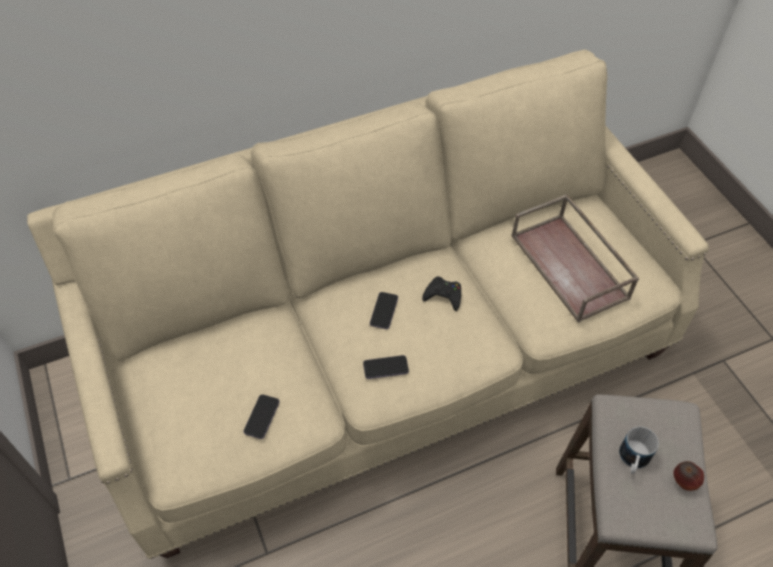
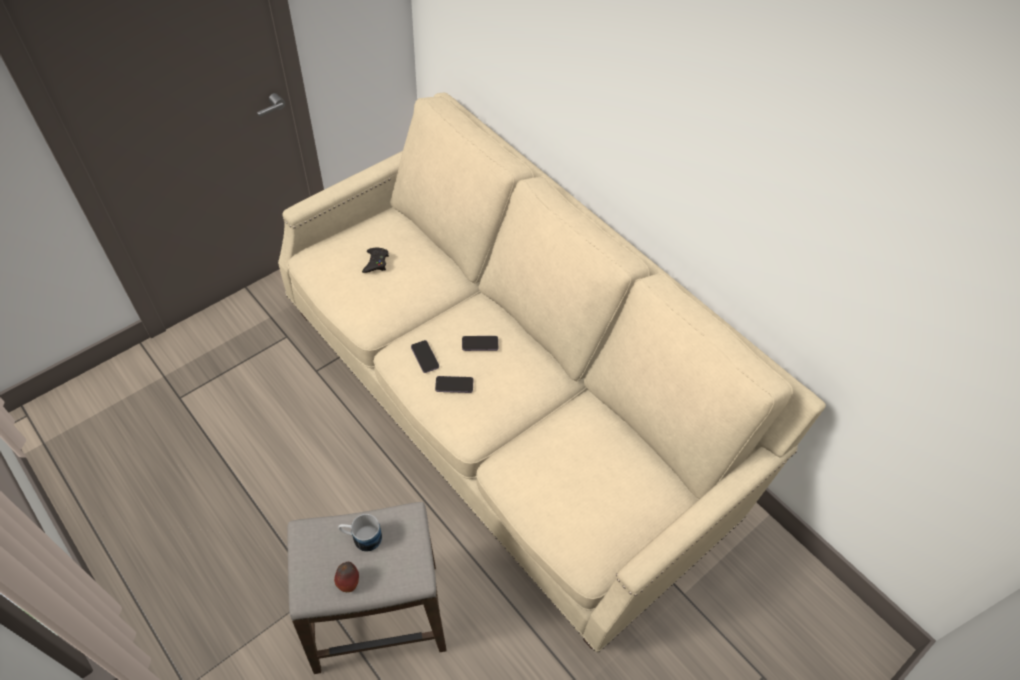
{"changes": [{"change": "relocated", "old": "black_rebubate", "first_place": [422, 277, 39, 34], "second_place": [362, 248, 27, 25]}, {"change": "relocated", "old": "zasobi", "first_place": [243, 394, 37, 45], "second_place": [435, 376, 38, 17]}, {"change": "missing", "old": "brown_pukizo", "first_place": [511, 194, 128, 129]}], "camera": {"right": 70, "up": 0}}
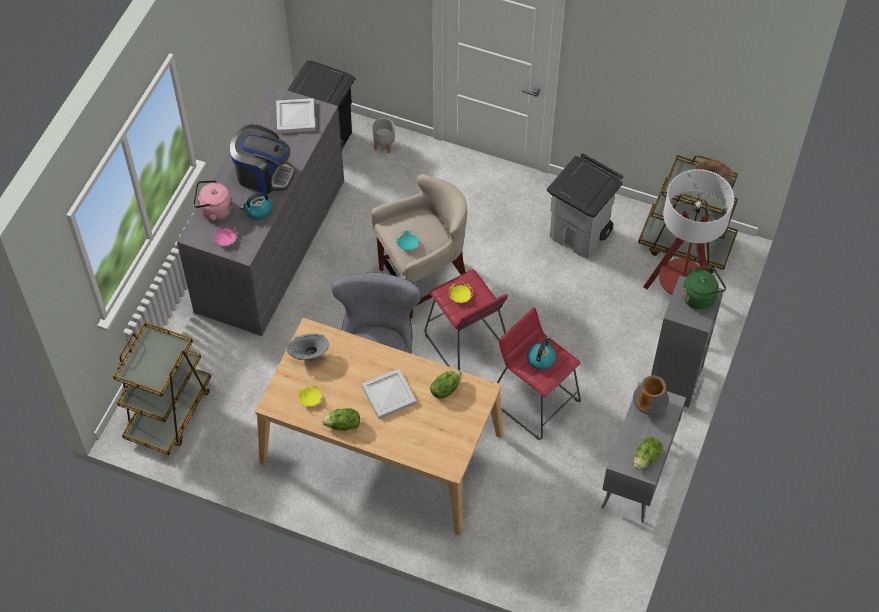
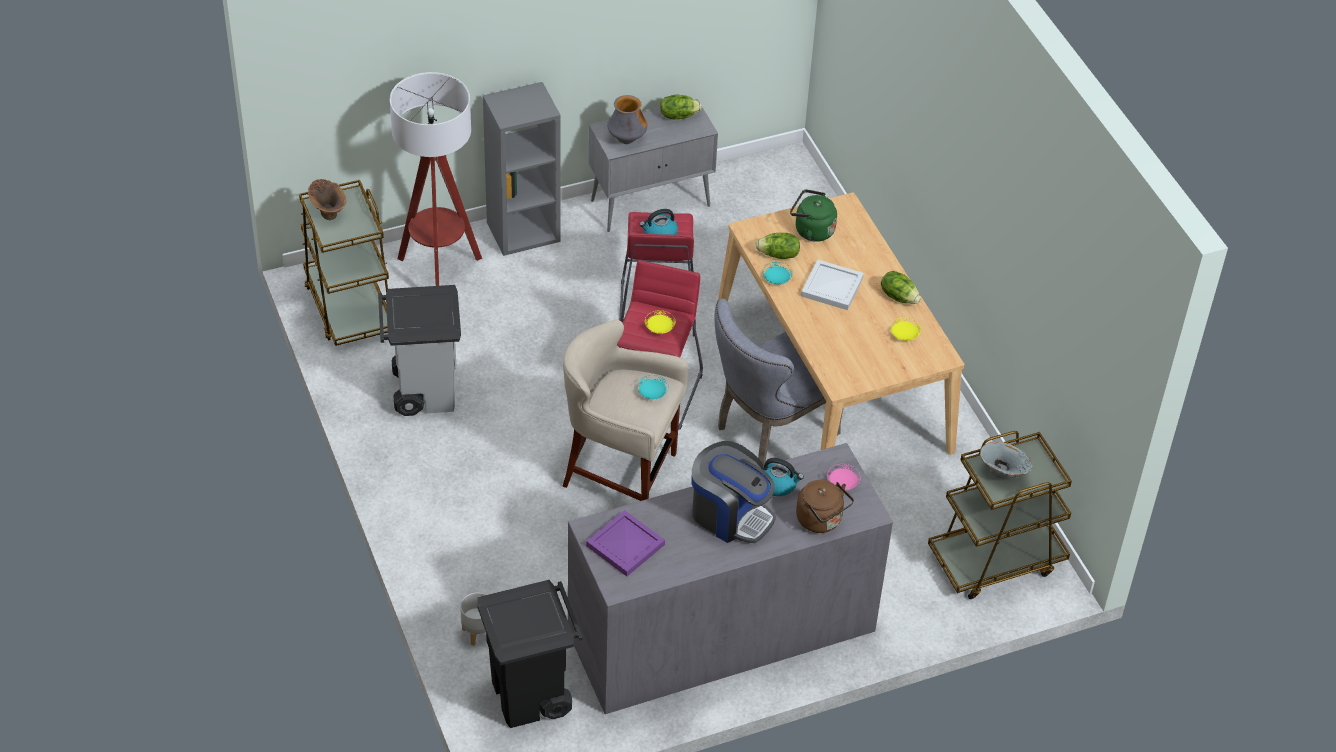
{"changes": [{"change": "colour", "old": "white_pukizo", "new": "purple_pukizo", "first_place": [276, 98, 39, 35], "second_place": [586, 510, 79, 66]}, {"change": "spun", "old": "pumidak", "first_place": [230, 125, 65, 70], "second_place": [692, 441, 84, 102], "degrees": 150}, {"change": "appeared", "new": "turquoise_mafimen", "second_place": [762, 262, 31, 23]}, {"change": "relocated", "old": "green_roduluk", "first_place": [682, 264, 44, 46], "second_place": [790, 189, 47, 53]}, {"change": "colour", "old": "pink_roduluk", "new": "brown_roduluk", "first_place": [193, 180, 40, 41], "second_place": [796, 480, 58, 53]}, {"change": "relocated", "old": "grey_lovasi", "first_place": [287, 333, 42, 29], "second_place": [980, 442, 52, 37]}], "camera": {"right": -135, "up": -10}}
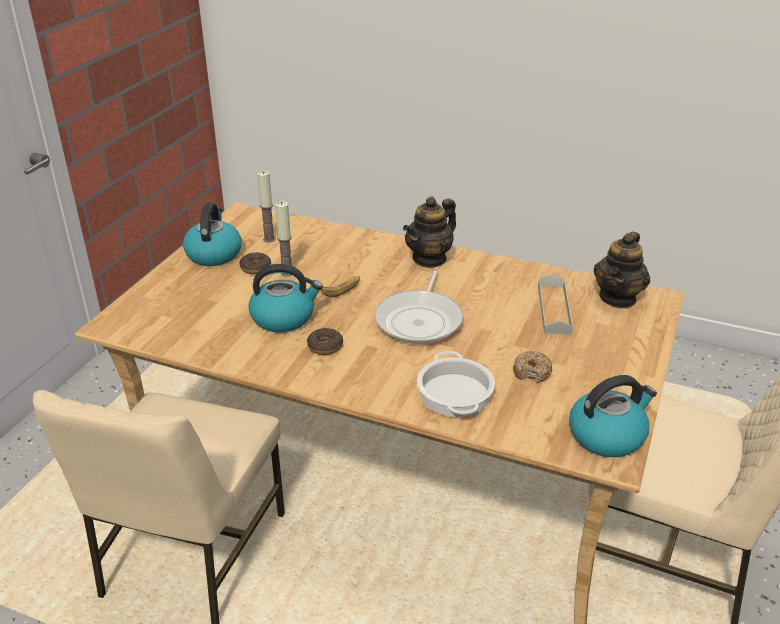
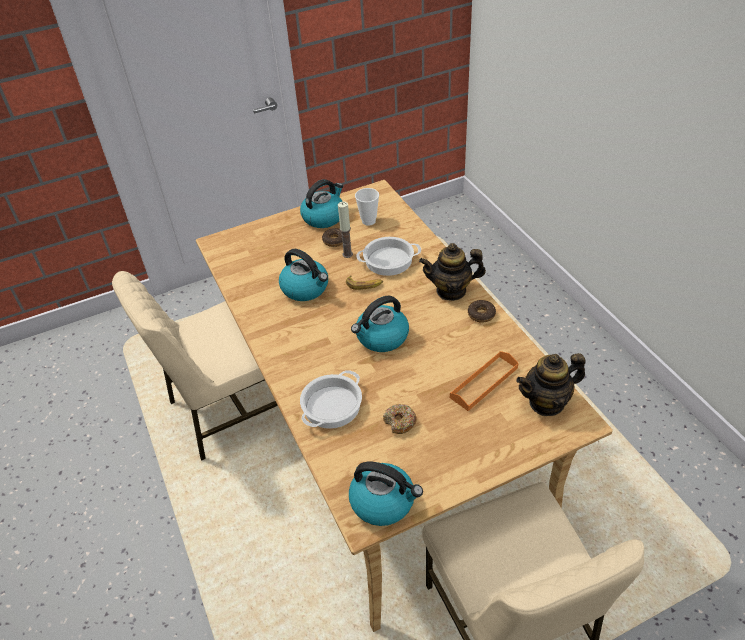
{"changes": [{"change": "exchanged", "old": "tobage", "new": "roduluk", "first_place": [374, 268, 89, 76], "second_place": [351, 296, 58, 56]}, {"change": "exchanged", "old": "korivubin", "new": "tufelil", "first_place": [257, 171, 19, 72], "second_place": [355, 188, 24, 38]}, {"change": "appeared", "new": "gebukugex", "second_place": [356, 237, 65, 39]}, {"change": "colour", "old": "grey_pukizo", "new": "orange_pukizo", "first_place": [538, 274, 35, 61], "second_place": [450, 351, 68, 60]}, {"change": "relocated", "old": "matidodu", "first_place": [307, 328, 36, 27], "second_place": [468, 300, 28, 23]}], "camera": {"right": 45, "up": 10}}
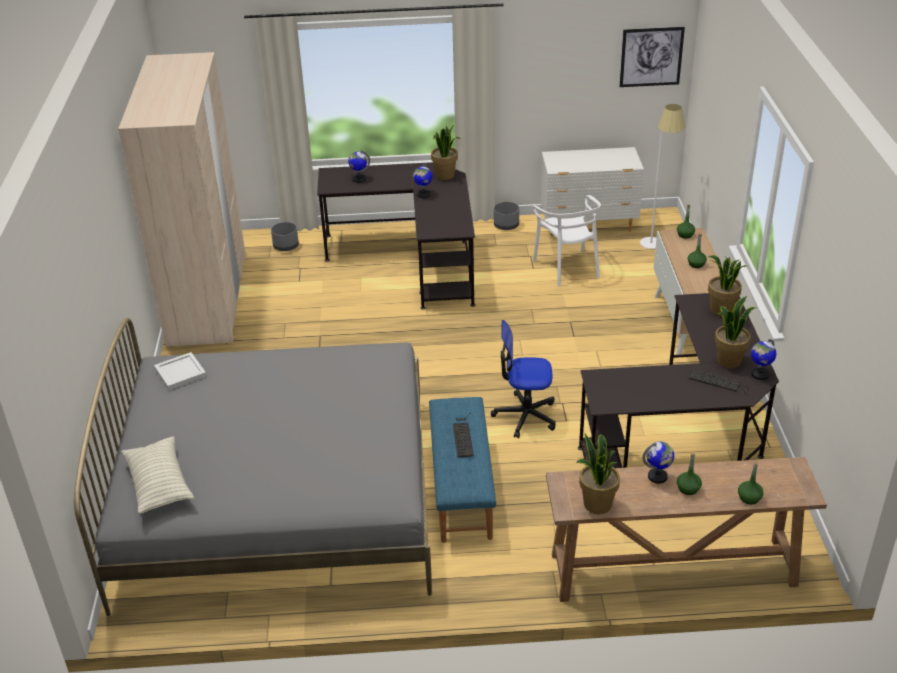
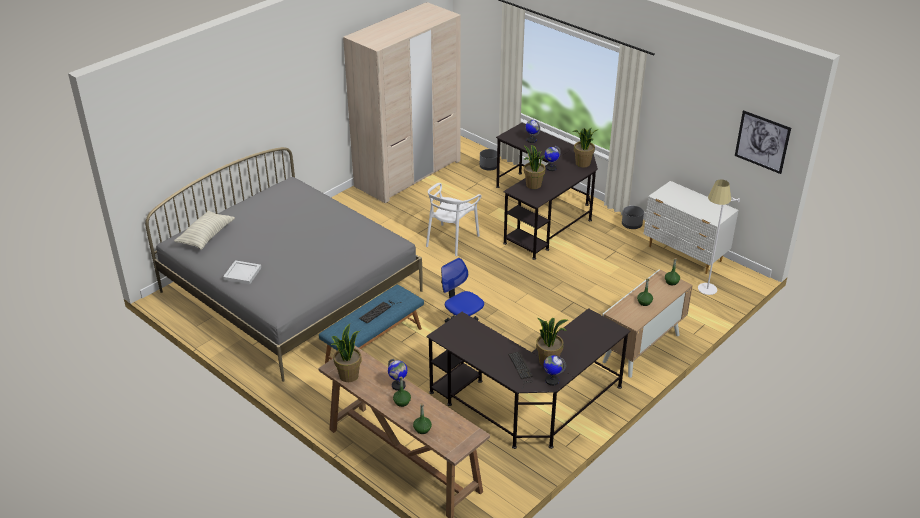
{"changes": [{"change": "relocated", "old": "white_pukizo", "first_place": [154, 352, 53, 38], "second_place": [223, 260, 38, 24]}, {"change": "relocated", "old": "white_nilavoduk", "first_place": [532, 195, 69, 92], "second_place": [426, 183, 56, 73]}, {"change": "relocated", "old": "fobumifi", "first_place": [708, 255, 39, 62], "second_place": [524, 145, 21, 44]}], "camera": {"right": 45, "up": 0}}
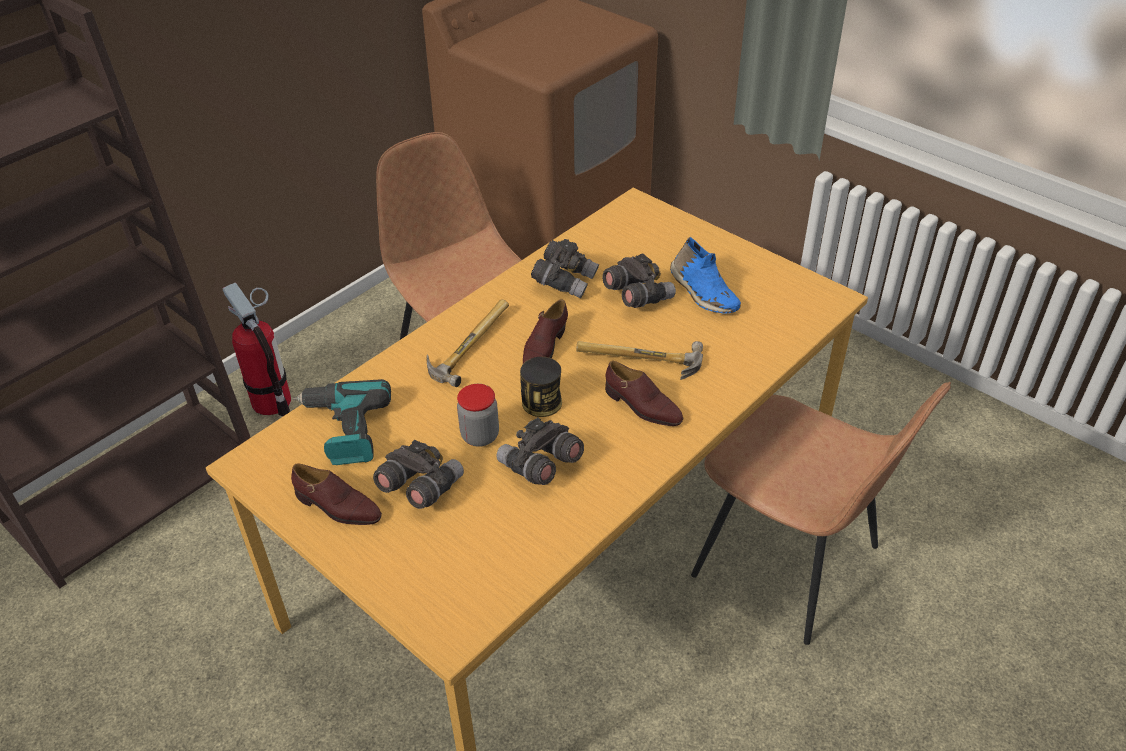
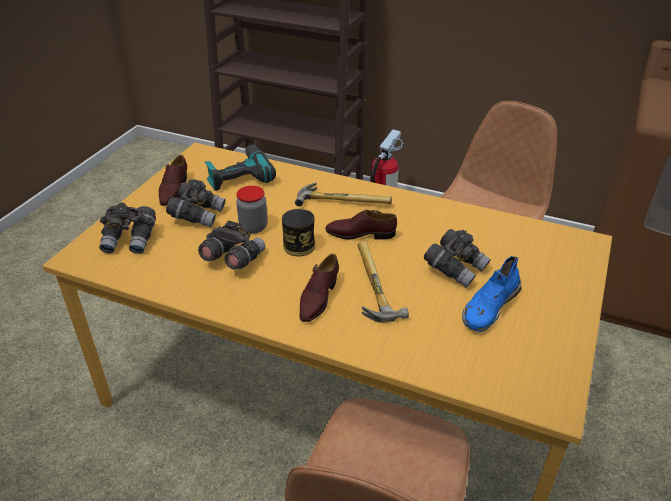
{"changes": [{"change": "relocated", "old": "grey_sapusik", "first_place": [531, 239, 68, 60], "second_place": [99, 203, 57, 51]}], "camera": {"right": 70, "up": -5}}
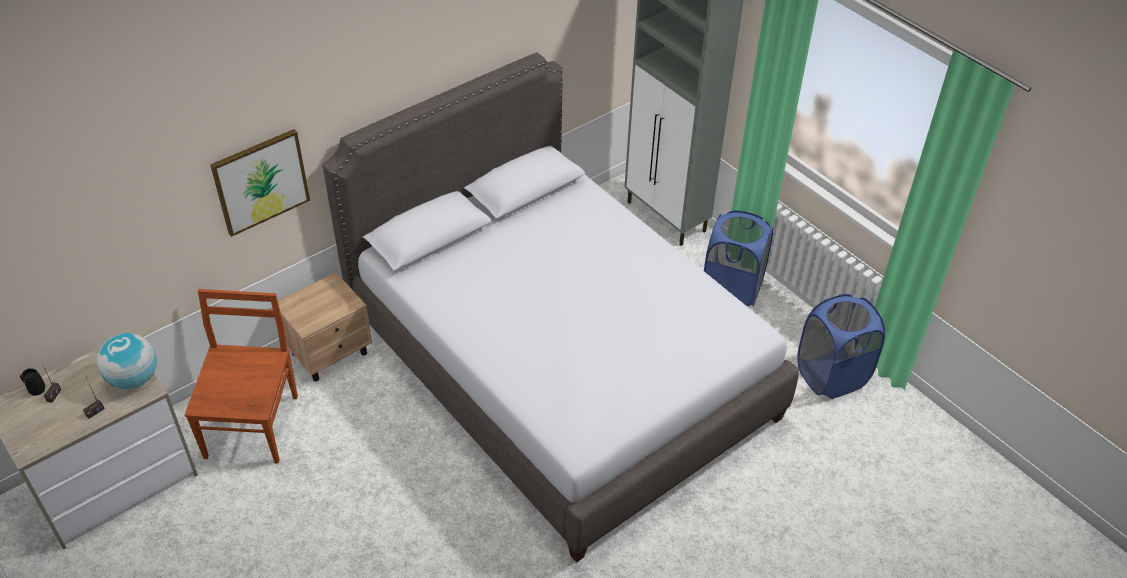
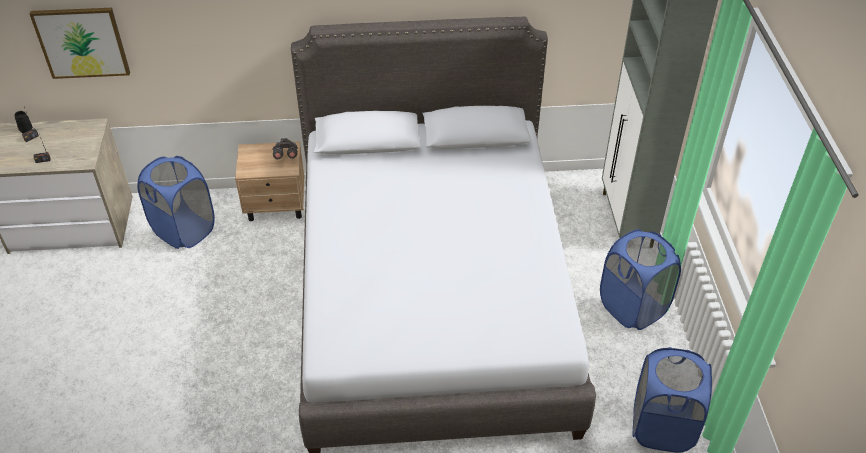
{"changes": [{"change": "relocated", "old": "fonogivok", "first_place": [210, 129, 100, 108], "second_place": [29, 8, 101, 71]}, {"change": "exchanged", "old": "brown_nilavoduk", "new": "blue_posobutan", "first_place": [184, 289, 114, 175], "second_place": [137, 156, 78, 93]}, {"change": "appeared", "new": "grey_sapusik", "second_place": [272, 138, 26, 22]}, {"change": "missing", "old": "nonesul", "first_place": [97, 333, 60, 56]}], "camera": {"right": 35, "up": 0}}
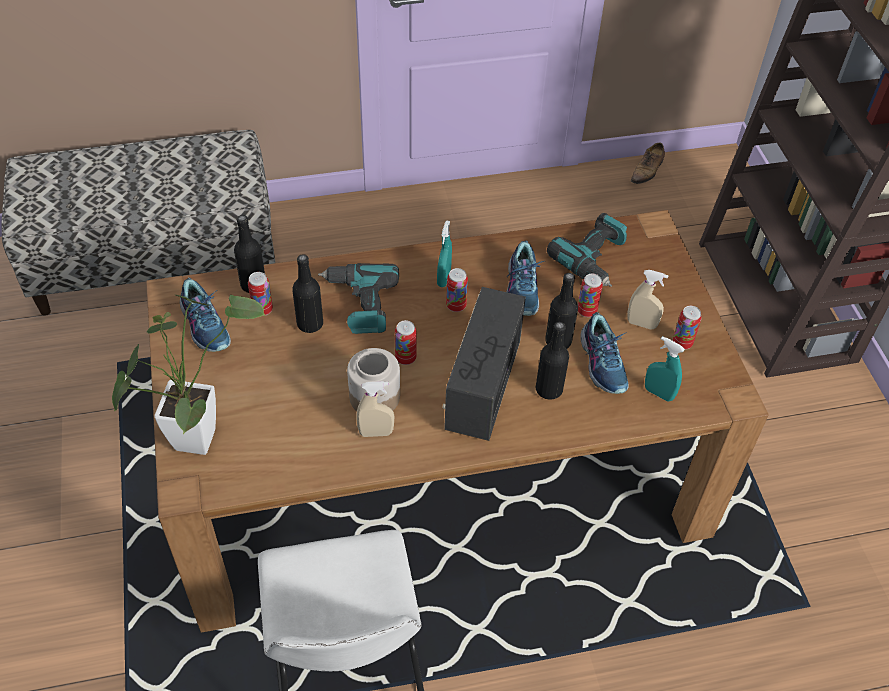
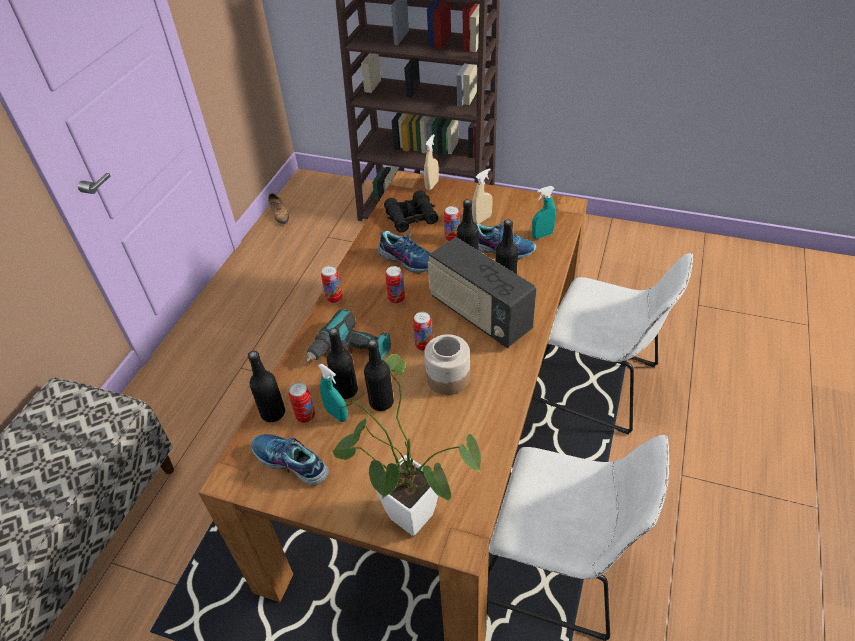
{"changes": [{"change": "spun", "old": "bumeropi", "first_place": [180, 278, 51, 74], "second_place": [251, 434, 78, 52], "degrees": -150}, {"change": "relocated", "old": "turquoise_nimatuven", "first_place": [437, 220, 15, 67], "second_place": [318, 364, 30, 58]}, {"change": "relocated", "old": "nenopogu", "first_place": [673, 306, 28, 44], "second_place": [321, 266, 22, 37]}, {"change": "appeared", "new": "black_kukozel", "second_place": [364, 339, 30, 72]}, {"change": "exchanged", "old": "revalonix", "new": "black_sapusik", "first_place": [547, 213, 80, 74], "second_place": [384, 190, 54, 42]}, {"change": "relocated", "old": "beige_nimatuven", "first_place": [356, 381, 38, 56], "second_place": [424, 134, 15, 56]}, {"change": "appeared", "new": "white_nilavoduk", "second_place": [532, 253, 161, 182]}], "camera": {"right": -55, "up": -5}}
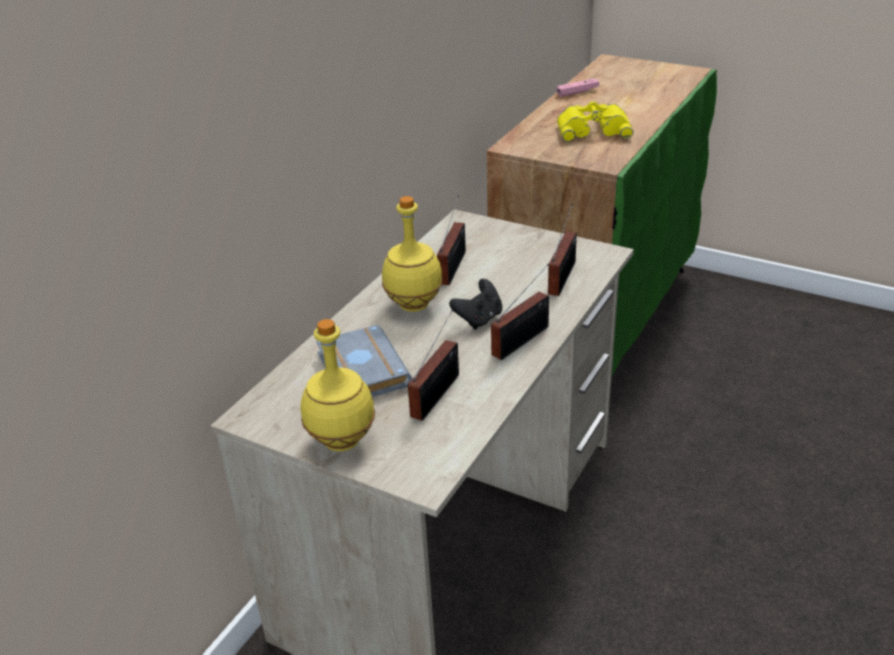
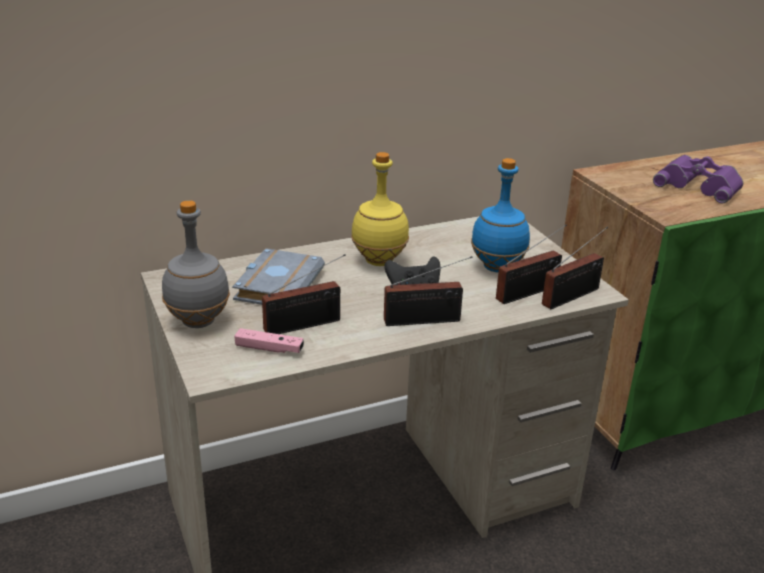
{"changes": [{"change": "colour", "old": "yellow_kukozel", "new": "grey_kukozel", "first_place": [300, 319, 75, 132], "second_place": [162, 200, 68, 128]}, {"change": "relocated", "old": "pink_rebubate", "first_place": [557, 78, 42, 19], "second_place": [234, 328, 70, 25]}, {"change": "appeared", "new": "blue_kukozel", "second_place": [471, 158, 59, 114]}, {"change": "relocated", "old": "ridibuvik", "first_place": [437, 195, 29, 90], "second_place": [542, 227, 66, 82]}, {"change": "colour", "old": "yellow_sapusik", "new": "purple_sapusik", "first_place": [557, 101, 76, 41], "second_place": [653, 155, 90, 48]}], "camera": {"right": 35, "up": -5}}
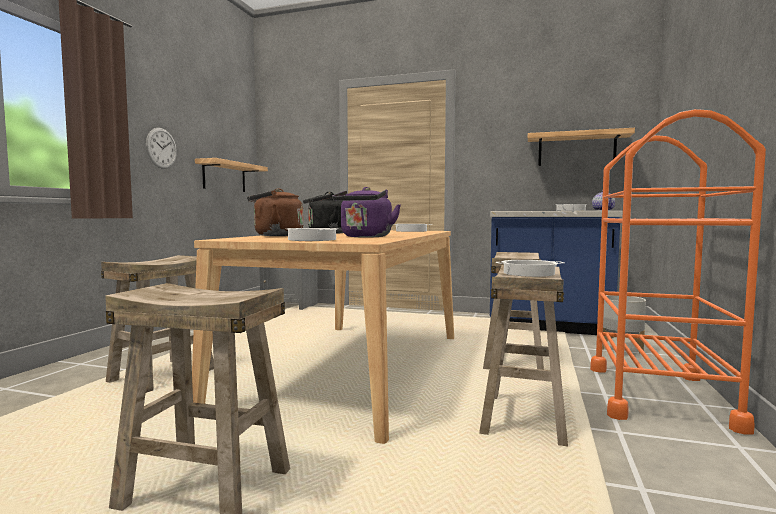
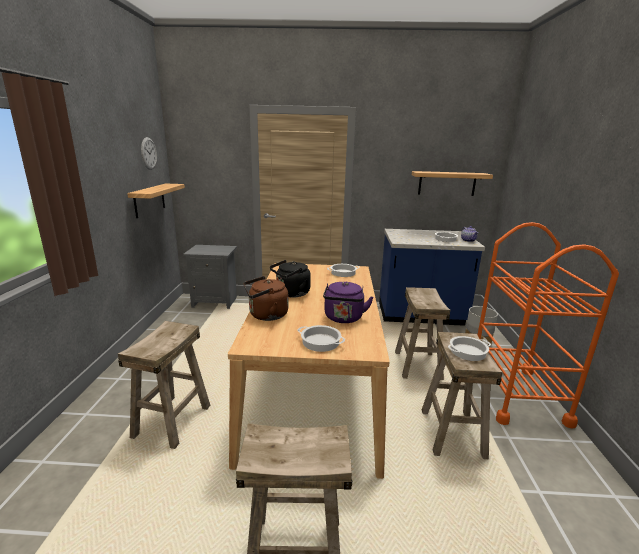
{"changes": [{"change": "relocated", "old": "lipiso", "first_place": [146, 128, 31, 41], "second_place": [141, 137, 16, 33]}], "camera": {"right": -15, "up": 15}}
